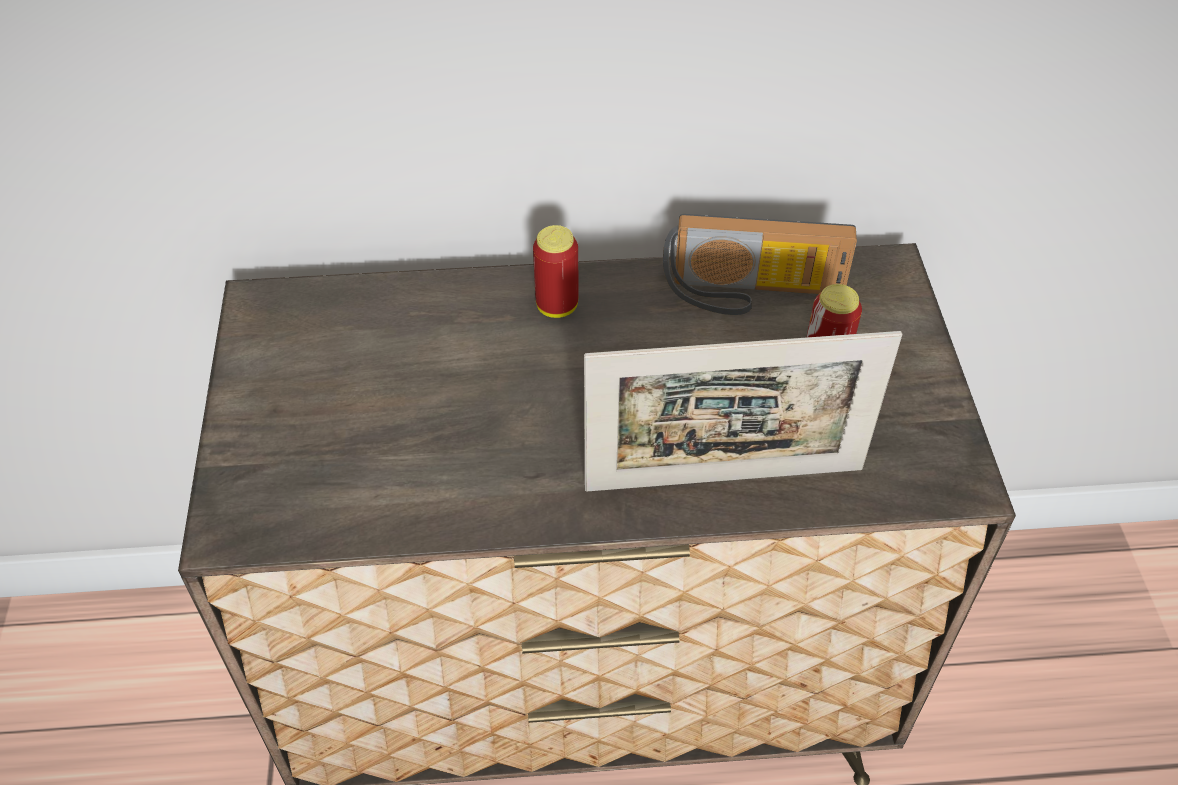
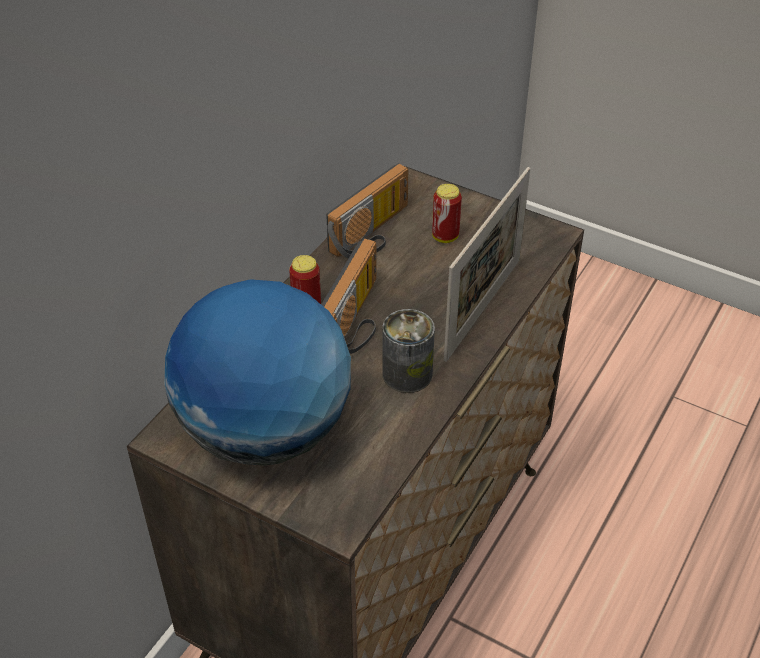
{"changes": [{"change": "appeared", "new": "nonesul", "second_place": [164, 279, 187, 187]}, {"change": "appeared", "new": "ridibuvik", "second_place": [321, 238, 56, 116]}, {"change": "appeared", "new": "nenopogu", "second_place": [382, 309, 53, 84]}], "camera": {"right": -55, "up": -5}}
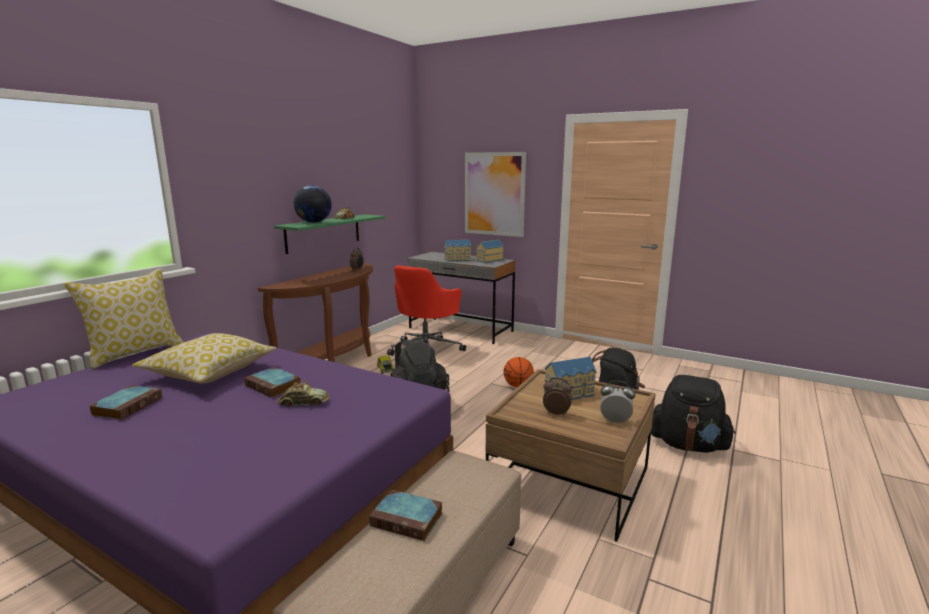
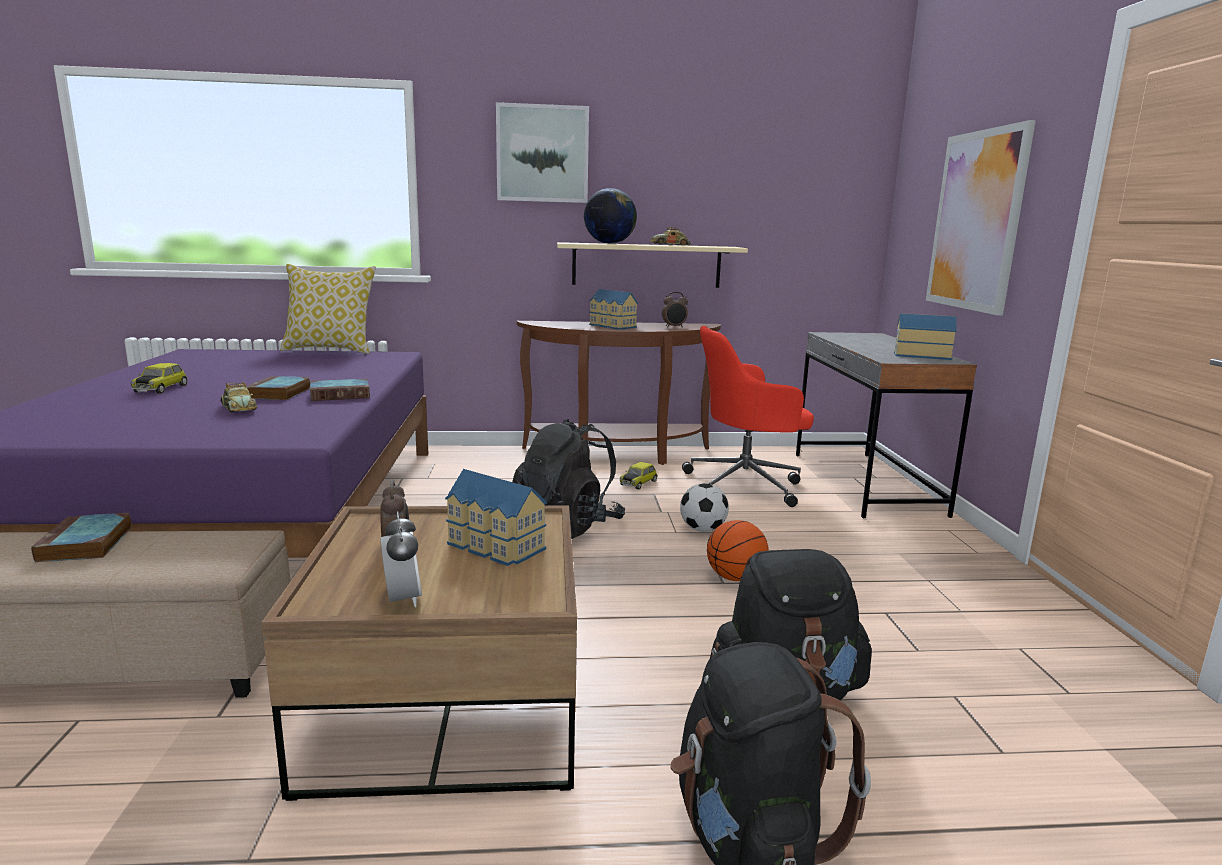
{"changes": [{"change": "appeared", "new": "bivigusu", "second_place": [131, 363, 57, 30]}, {"change": "relocated", "old": "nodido", "first_place": [89, 385, 73, 35], "second_place": [310, 379, 60, 22]}, {"change": "appeared", "new": "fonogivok", "second_place": [496, 102, 93, 101]}, {"change": "colour", "old": "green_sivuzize", "new": "beige_sivuzize", "first_place": [274, 214, 111, 40], "second_place": [557, 242, 191, 46]}, {"change": "relocated", "old": "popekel", "first_place": [444, 240, 27, 22], "second_place": [589, 289, 49, 40]}, {"change": "appeared", "new": "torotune", "second_place": [680, 483, 49, 49]}, {"change": "missing", "old": "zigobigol", "first_place": [132, 333, 145, 51]}], "camera": {"right": 55, "up": 0}}
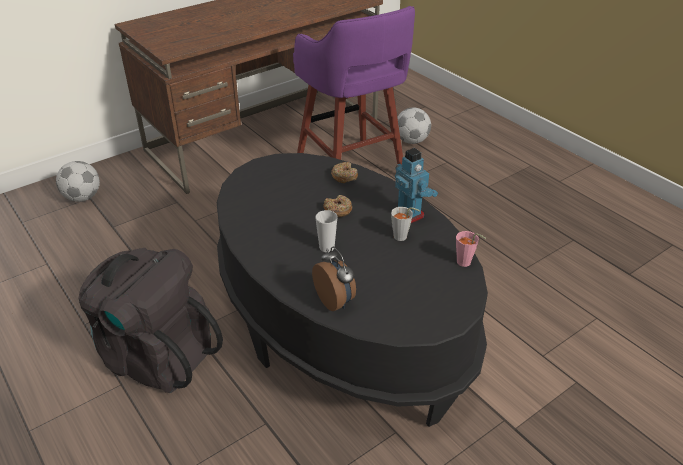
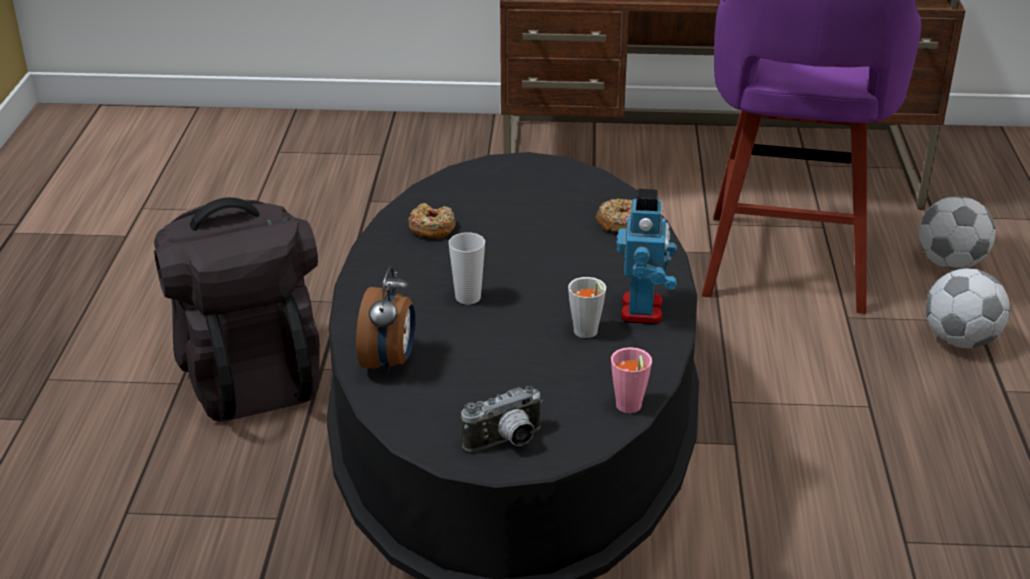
{"changes": [{"change": "relocated", "old": "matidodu", "first_place": [323, 195, 29, 22], "second_place": [408, 203, 48, 36]}, {"change": "appeared", "new": "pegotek", "second_place": [461, 386, 82, 66]}, {"change": "relocated", "old": "torotune", "first_place": [56, 161, 44, 41], "second_place": [926, 268, 84, 80]}], "camera": {"right": 40, "up": -5}}
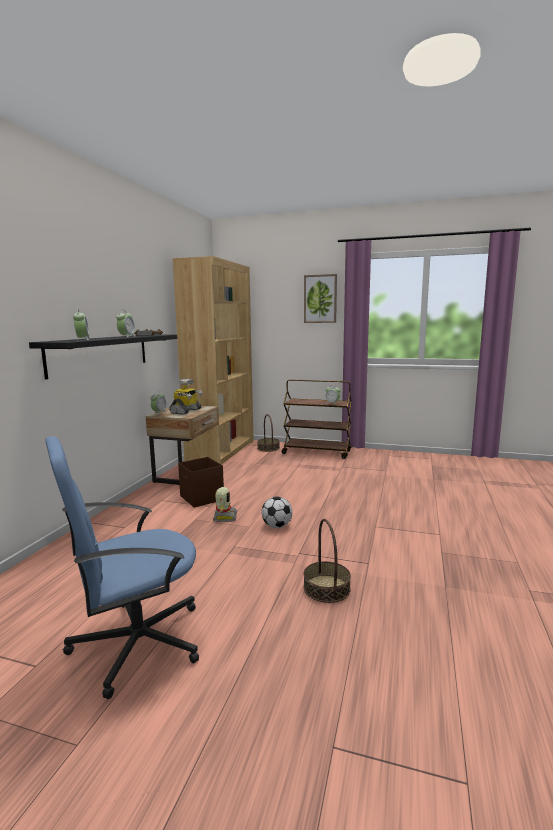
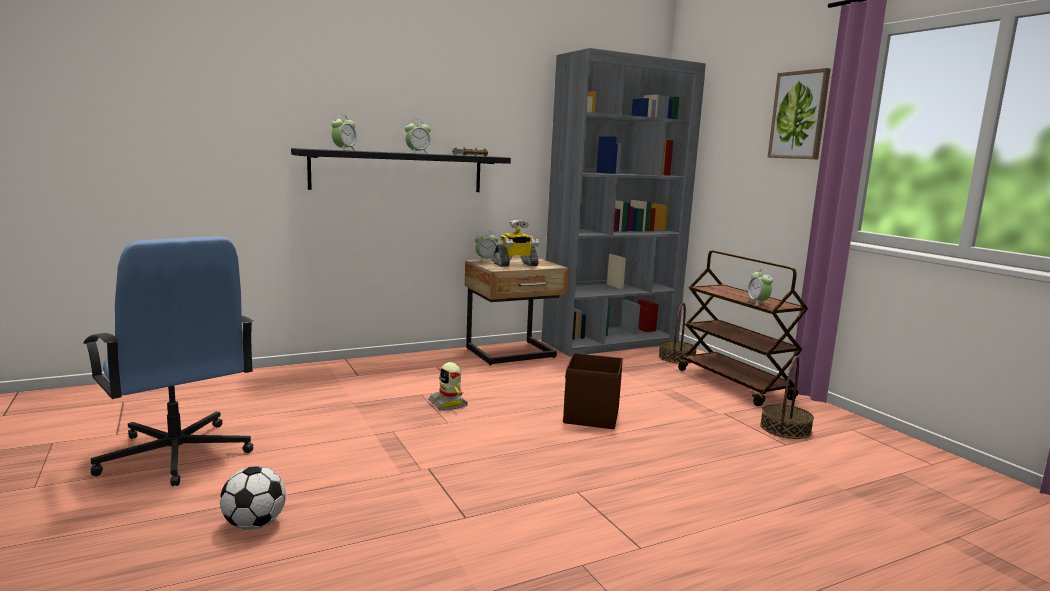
{"changes": [{"change": "spun", "old": "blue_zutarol", "first_place": [45, 436, 154, 263], "second_place": [83, 236, 171, 250], "degrees": -150}, {"change": "relocated", "old": "torotune", "first_place": [261, 496, 31, 32], "second_place": [220, 466, 66, 64]}, {"change": "spun", "old": "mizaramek", "first_place": [213, 487, 24, 35], "second_place": [428, 362, 40, 48], "degrees": 105}, {"change": "colour", "old": "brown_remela", "new": "grey_remela", "first_place": [172, 256, 82, 209], "second_place": [542, 48, 164, 308]}, {"change": "relocated", "old": "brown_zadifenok", "first_place": [178, 457, 46, 51], "second_place": [563, 353, 60, 76]}, {"change": "relocated", "old": "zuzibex", "first_place": [303, 519, 48, 84], "second_place": [760, 356, 54, 83]}], "camera": {"right": 45, "up": 0}}
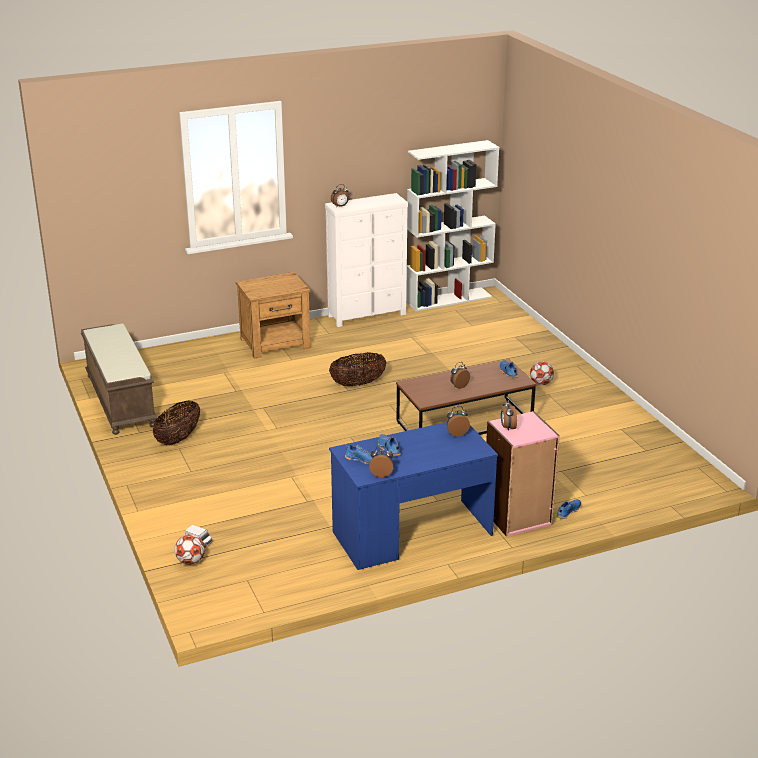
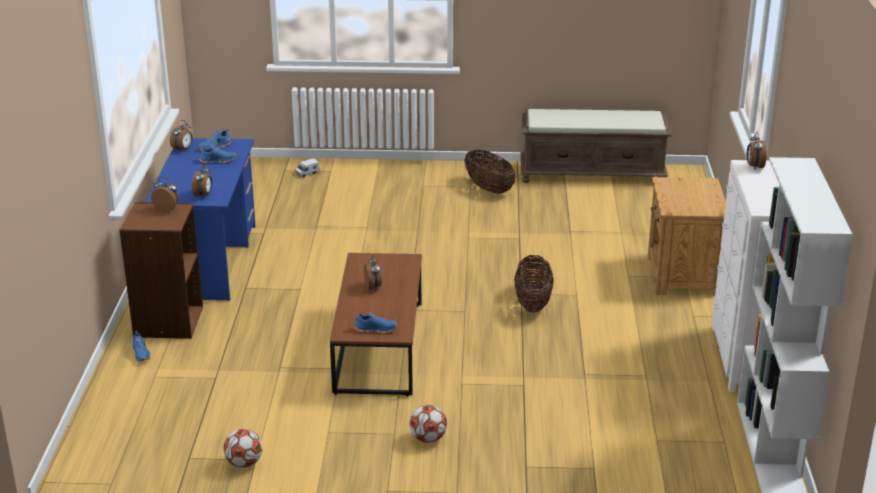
{"changes": [{"change": "colour", "old": "pink_remela", "new": "brown_remela", "first_place": [486, 411, 74, 126], "second_place": [119, 202, 84, 137]}, {"change": "relocated", "old": "torotune", "first_place": [174, 534, 31, 31], "second_place": [224, 429, 39, 39]}], "camera": {"right": 115, "up": 0}}
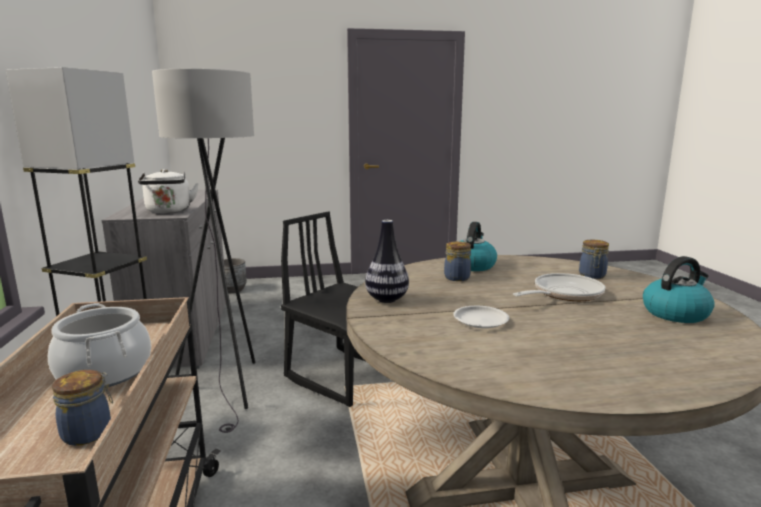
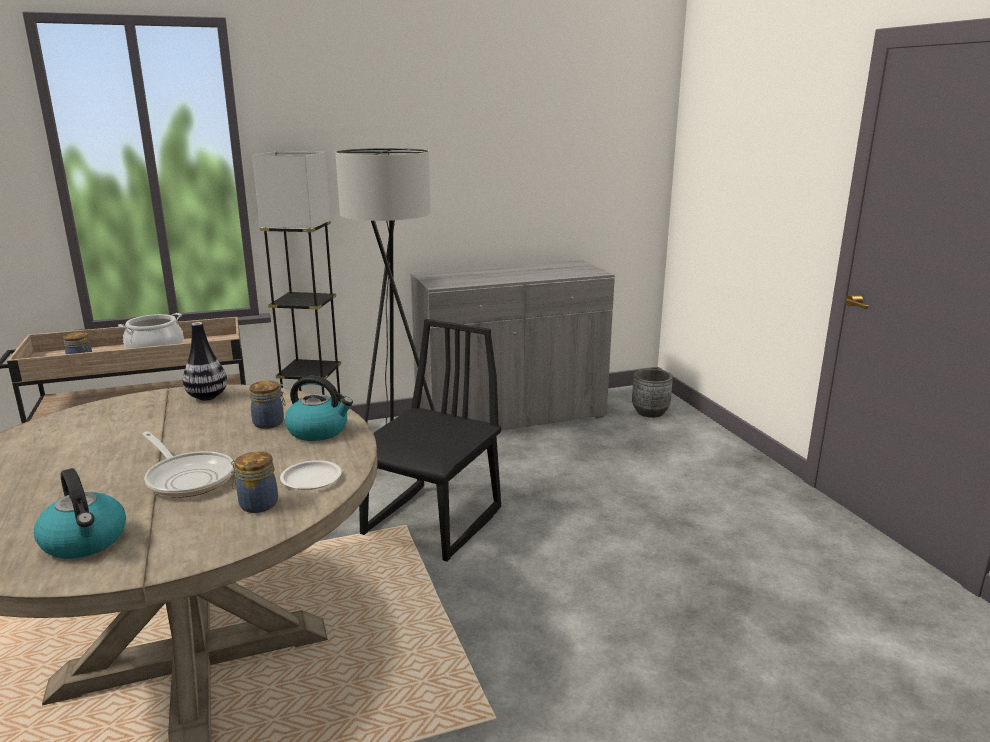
{"changes": [{"change": "relocated", "old": "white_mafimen", "first_place": [453, 306, 56, 22], "second_place": [280, 460, 62, 30]}, {"change": "missing", "old": "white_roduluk", "first_place": [138, 169, 61, 44]}], "camera": {"right": 80, "up": 5}}
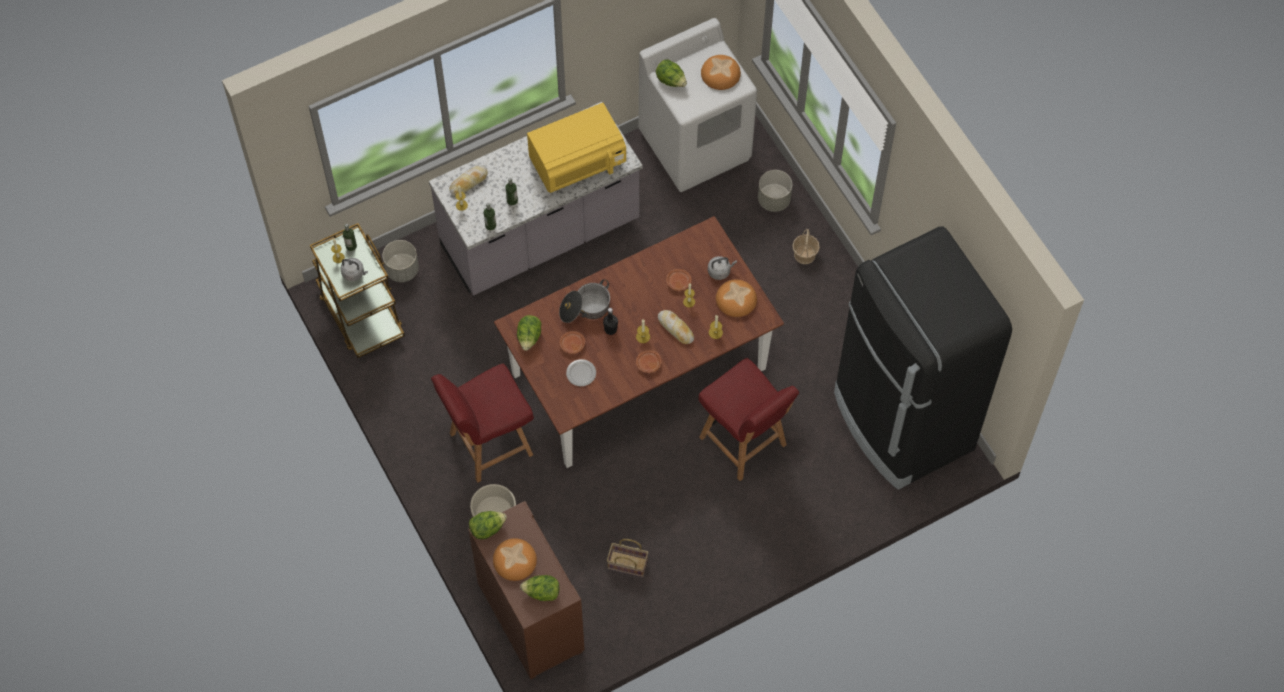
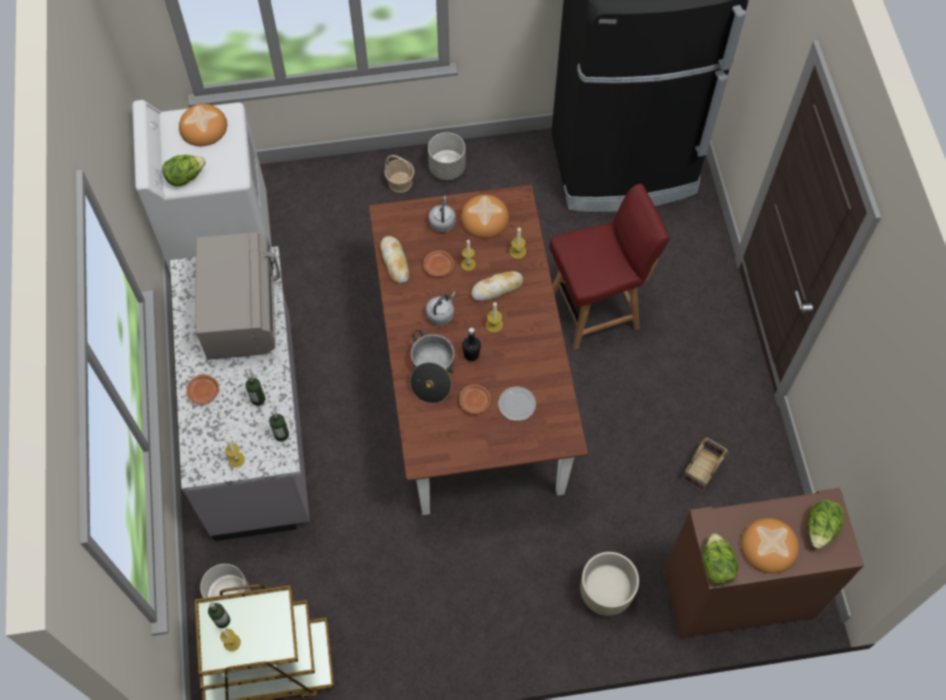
{"changes": [{"change": "relocated", "old": "brown_mafimen", "first_place": [636, 350, 26, 23], "second_place": [186, 375, 33, 30]}, {"change": "colour", "old": "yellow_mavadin", "new": "grey_mavadin", "first_place": [527, 103, 99, 90], "second_place": [196, 232, 84, 128]}, {"change": "relocated", "old": "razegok", "first_place": [449, 166, 39, 30], "second_place": [380, 236, 29, 47]}, {"change": "relocated", "old": "grey_roduluk", "first_place": [340, 258, 28, 23], "second_place": [426, 292, 30, 34]}, {"change": "relocated", "old": "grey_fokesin", "first_place": [758, 170, 34, 42], "second_place": [428, 132, 38, 48]}, {"change": "missing", "old": "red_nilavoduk", "first_place": [431, 364, 103, 119]}, {"change": "missing", "old": "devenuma", "first_place": [517, 315, 25, 36]}], "camera": {"right": -70, "up": 0}}
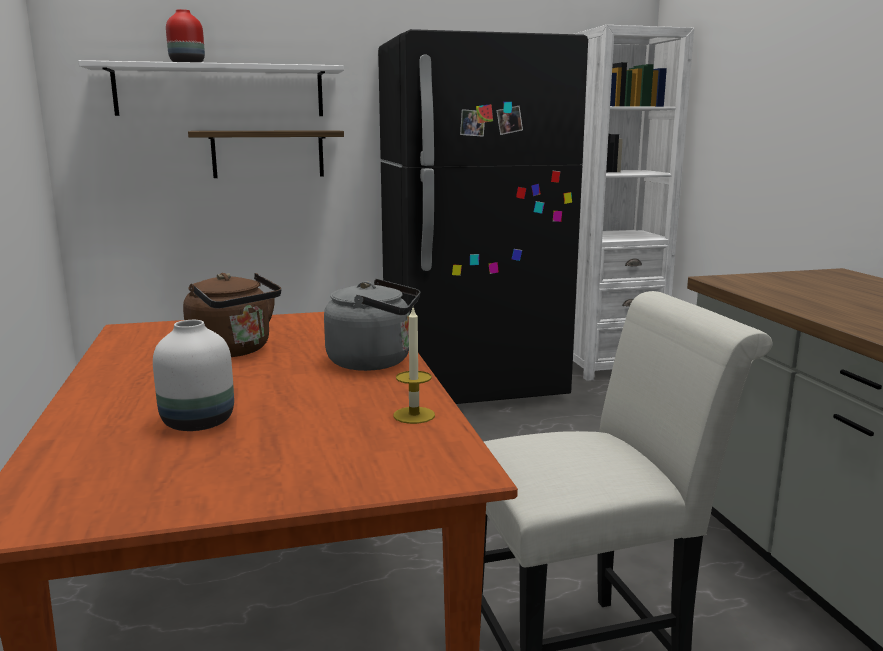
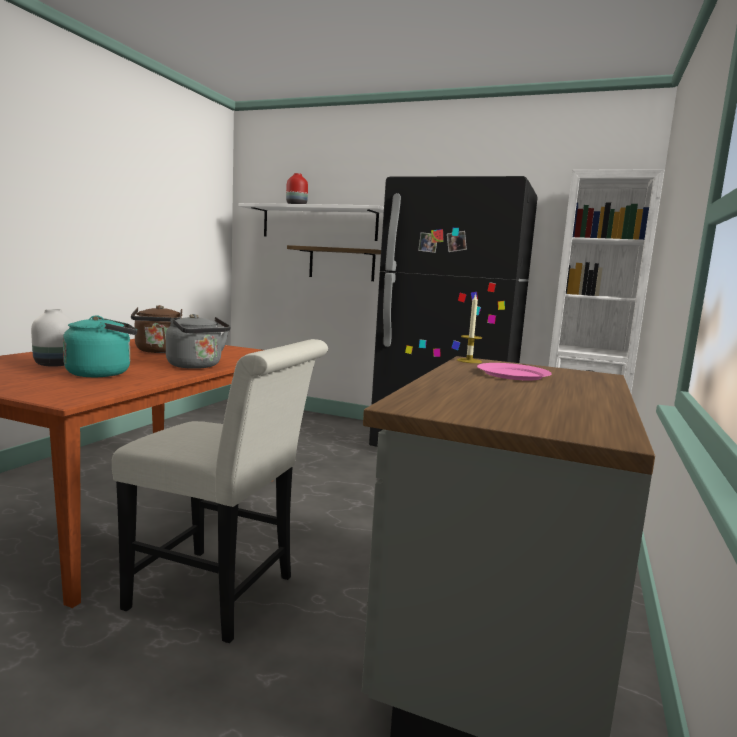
{"changes": [{"change": "appeared", "new": "turquoise_roduluk", "second_place": [63, 315, 75, 62]}, {"change": "relocated", "old": "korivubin", "first_place": [393, 308, 42, 116], "second_place": [457, 293, 25, 70]}, {"change": "appeared", "new": "pink_mafimen", "second_place": [477, 363, 75, 17]}], "camera": {"right": 35, "up": -5}}
